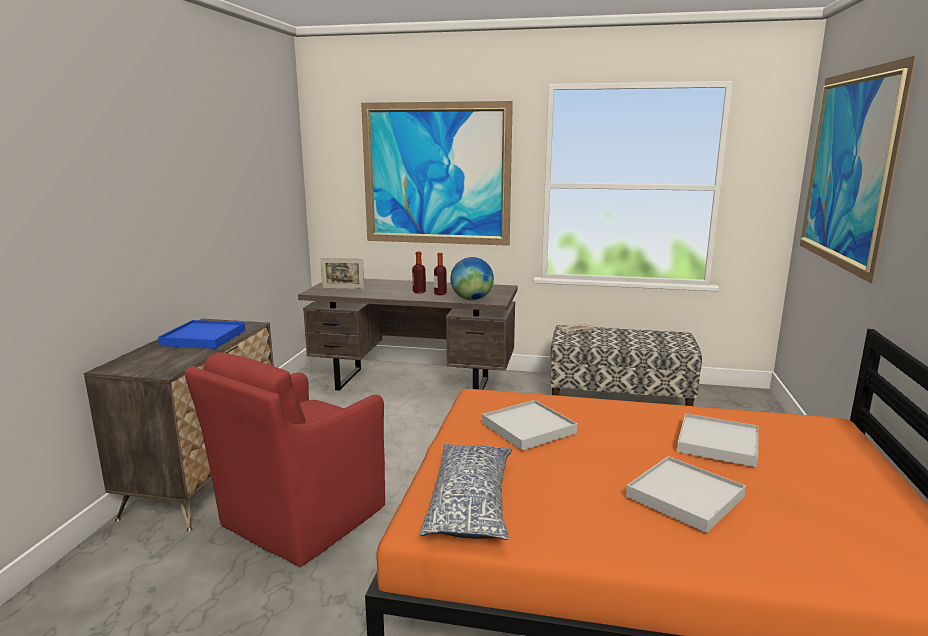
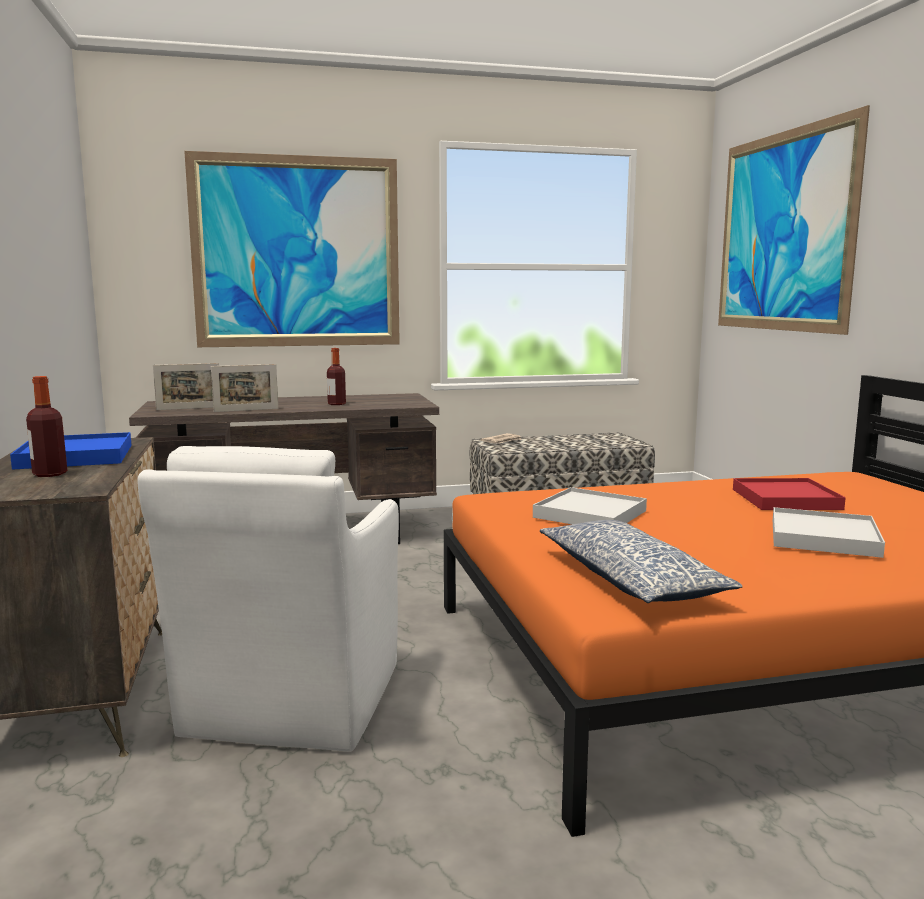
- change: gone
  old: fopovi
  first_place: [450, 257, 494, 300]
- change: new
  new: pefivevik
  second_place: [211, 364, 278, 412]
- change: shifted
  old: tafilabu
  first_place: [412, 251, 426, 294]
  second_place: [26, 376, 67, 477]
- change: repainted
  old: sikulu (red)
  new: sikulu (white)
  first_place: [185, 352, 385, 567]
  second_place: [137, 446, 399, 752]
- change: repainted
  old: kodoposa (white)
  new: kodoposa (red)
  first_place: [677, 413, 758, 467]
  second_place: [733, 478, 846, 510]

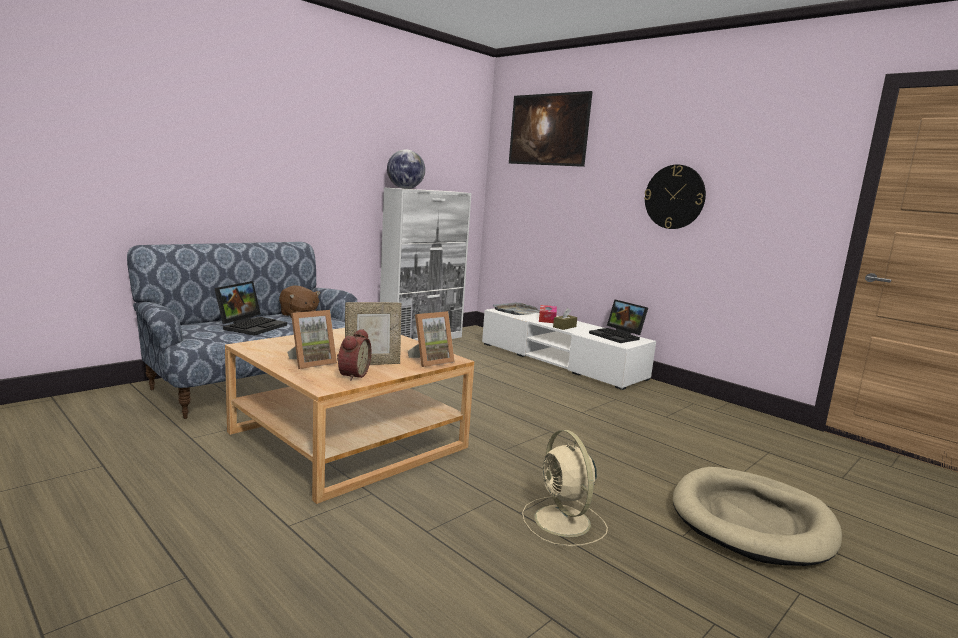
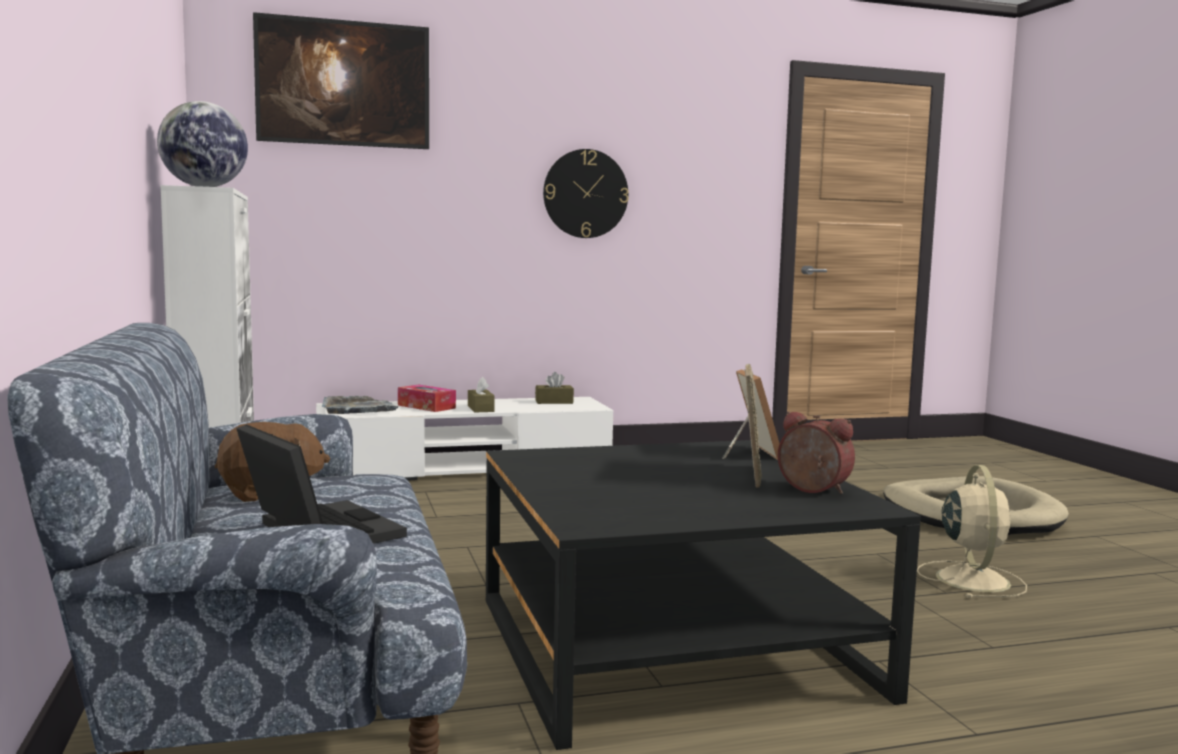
- change: gone
  old: pefivevik
  first_place: [287, 310, 337, 369]
- change: swapped
  old: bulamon
  new: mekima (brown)
  first_place: [589, 299, 648, 343]
  second_place: [535, 372, 574, 404]
- change: repainted
  old: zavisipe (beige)
  new: zavisipe (black)
  first_place: [225, 328, 474, 504]
  second_place: [486, 440, 921, 750]
- change: rotated
  old: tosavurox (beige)
  first_place: [522, 430, 608, 546]
  second_place: [917, 465, 1027, 598]
  degrees: -90

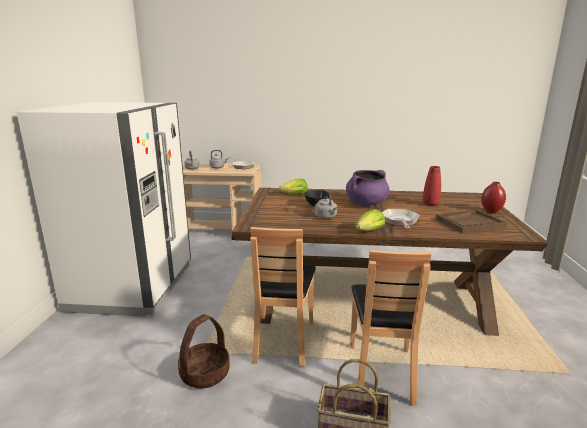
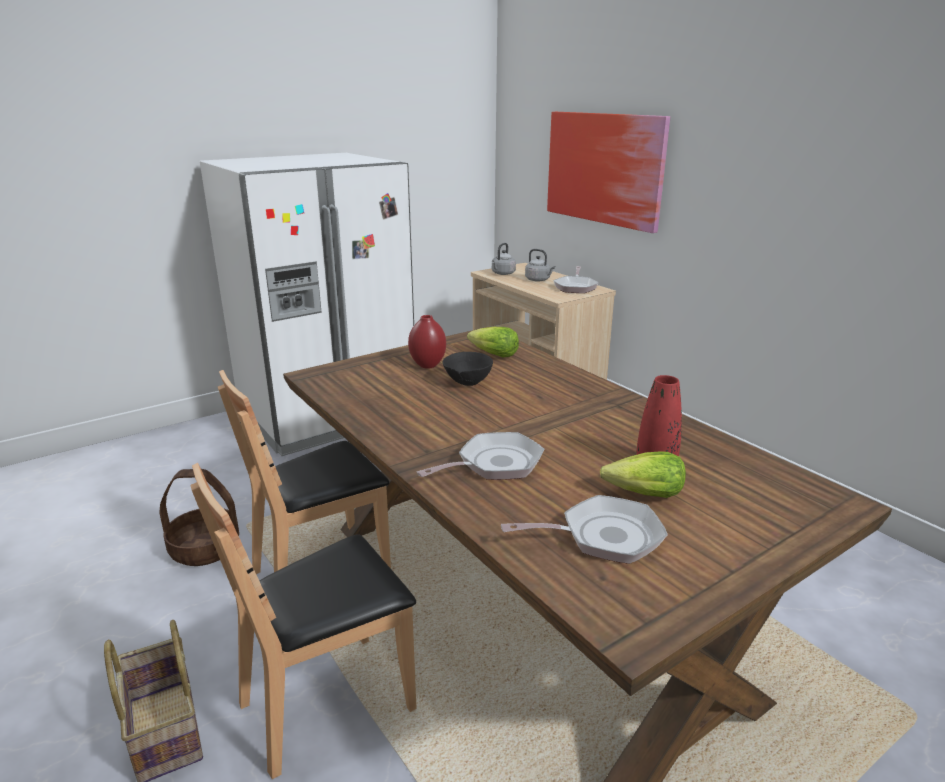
- change: gone
  old: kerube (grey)
  first_place: [315, 190, 337, 219]
- change: gone
  old: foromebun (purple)
  first_place: [346, 170, 390, 206]
- change: new
  new: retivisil
  second_place: [547, 112, 670, 233]
- change: shifted
  old: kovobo
  first_place: [356, 209, 385, 231]
  second_place: [600, 451, 686, 498]
- change: shifted
  old: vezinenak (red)
  first_place: [481, 182, 506, 213]
  second_place: [408, 315, 446, 369]
- change: swapped
  old: kodoposa (brown)
  new: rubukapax
  first_place: [435, 210, 507, 233]
  second_place: [501, 495, 668, 564]

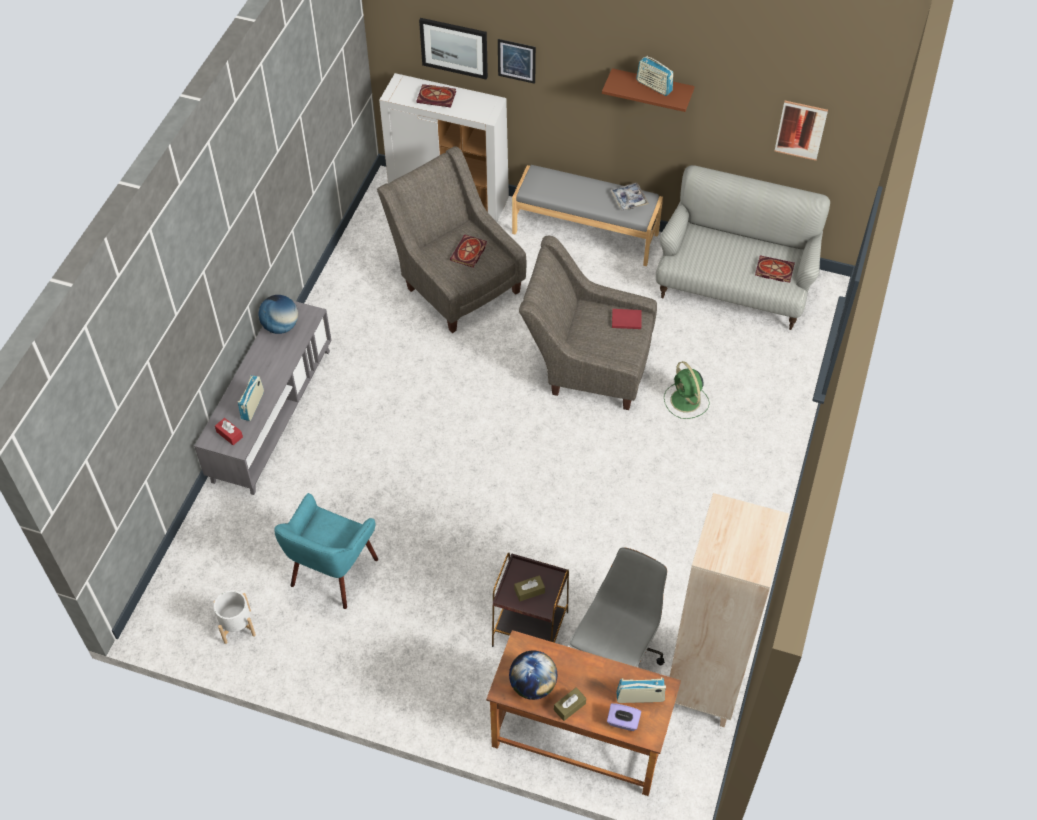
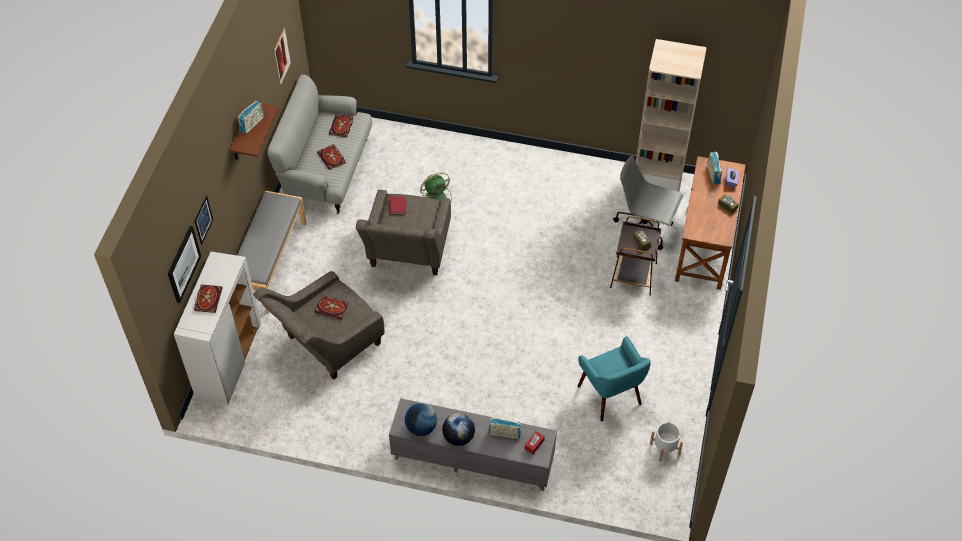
- change: gone
  old: kodoposa
  first_place: [610, 183, 649, 211]
- change: new
  new: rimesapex
  second_place: [317, 144, 346, 170]
- change: shifted
  old: fopovi
  first_place: [509, 650, 557, 700]
  second_place: [442, 413, 475, 446]
- change: rotated
  old: sikulu (turquoise)
  first_place: [274, 493, 378, 609]
  second_place: [577, 336, 651, 421]
  degrees: 45

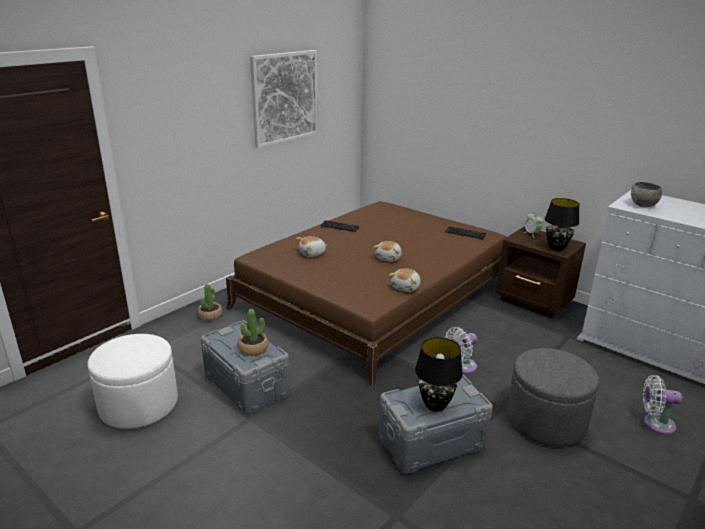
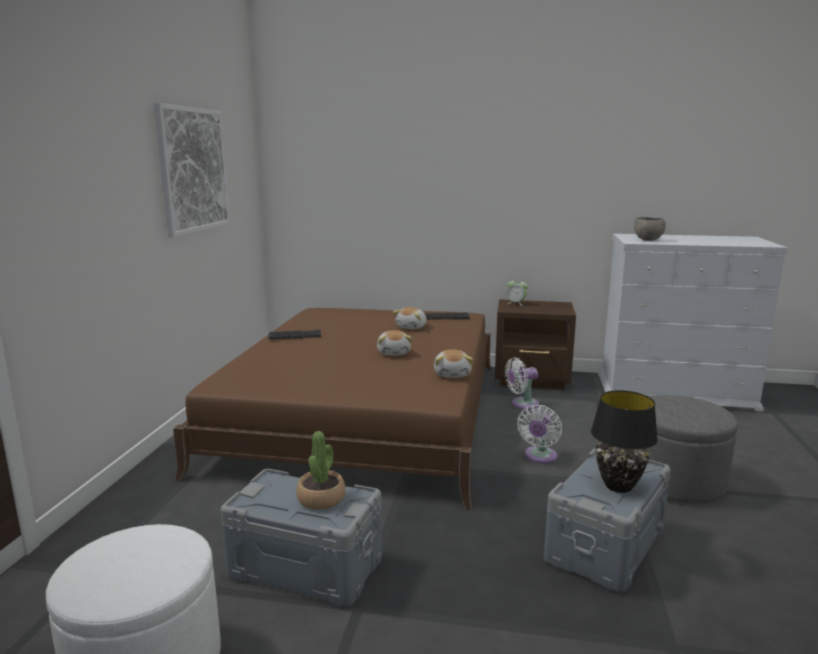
- change: gone
  old: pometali
  first_place: [198, 284, 222, 321]
- change: gone
  old: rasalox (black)
  first_place: [545, 198, 579, 251]
- change: shifted
  old: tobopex
  first_place: [296, 236, 327, 257]
  second_place: [392, 307, 427, 329]
- change: shifted
  old: tosavurox (white)
  first_place: [643, 375, 682, 435]
  second_place: [505, 358, 539, 409]

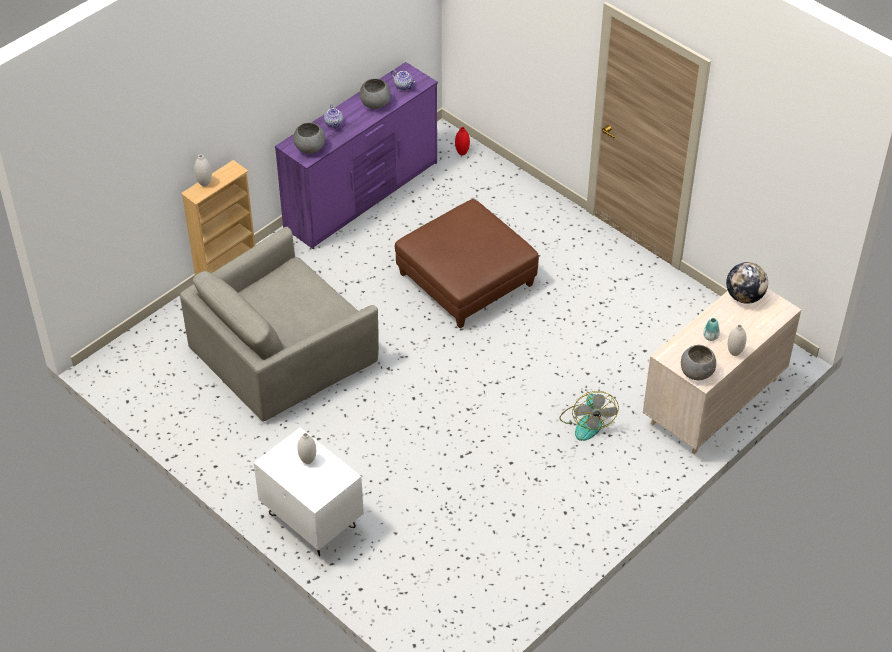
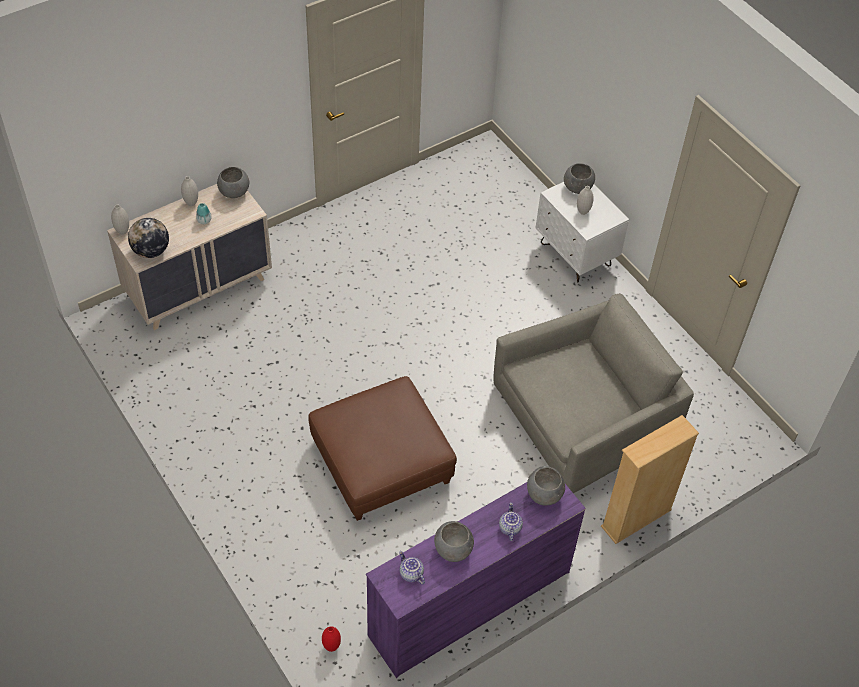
- change: gone
  old: tosavurox
  first_place: [559, 391, 619, 441]
- change: new
  new: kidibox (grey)
  second_place: [564, 163, 595, 194]
- change: shifted
  old: vezinenak (white)
  first_place: [194, 155, 212, 187]
  second_place: [111, 205, 129, 235]

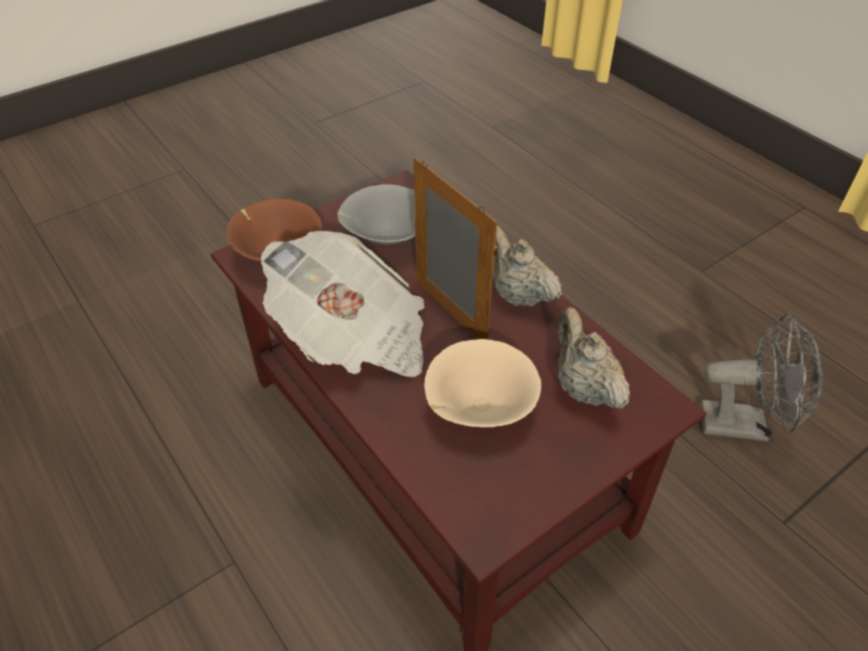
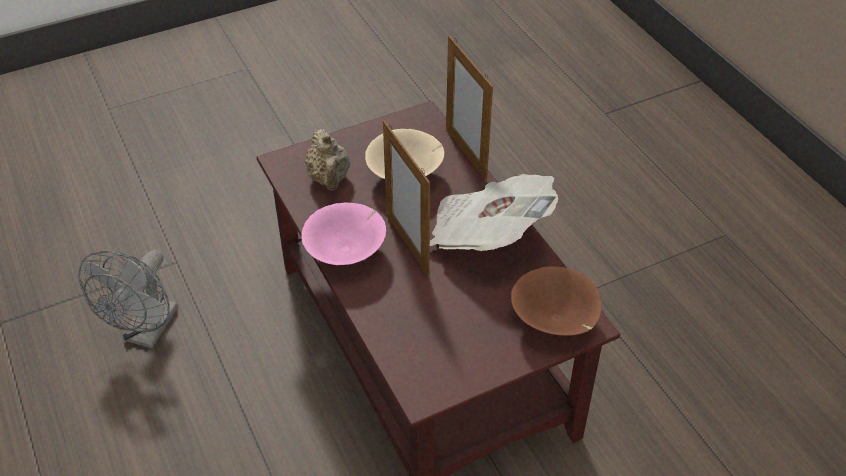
- change: gone
  old: kidibox (grey)
  first_place: [338, 184, 415, 245]
- change: new
  new: pefivevik
  second_place: [446, 35, 493, 181]
- change: swapped
  old: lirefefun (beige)
  new: kidibox (pink)
  first_place: [493, 225, 562, 306]
  second_place: [301, 202, 386, 265]
- change: rotated
  old: tosavurox (grey)
  first_place: [700, 313, 823, 442]
  second_place: [78, 250, 178, 348]
  degrees: -90

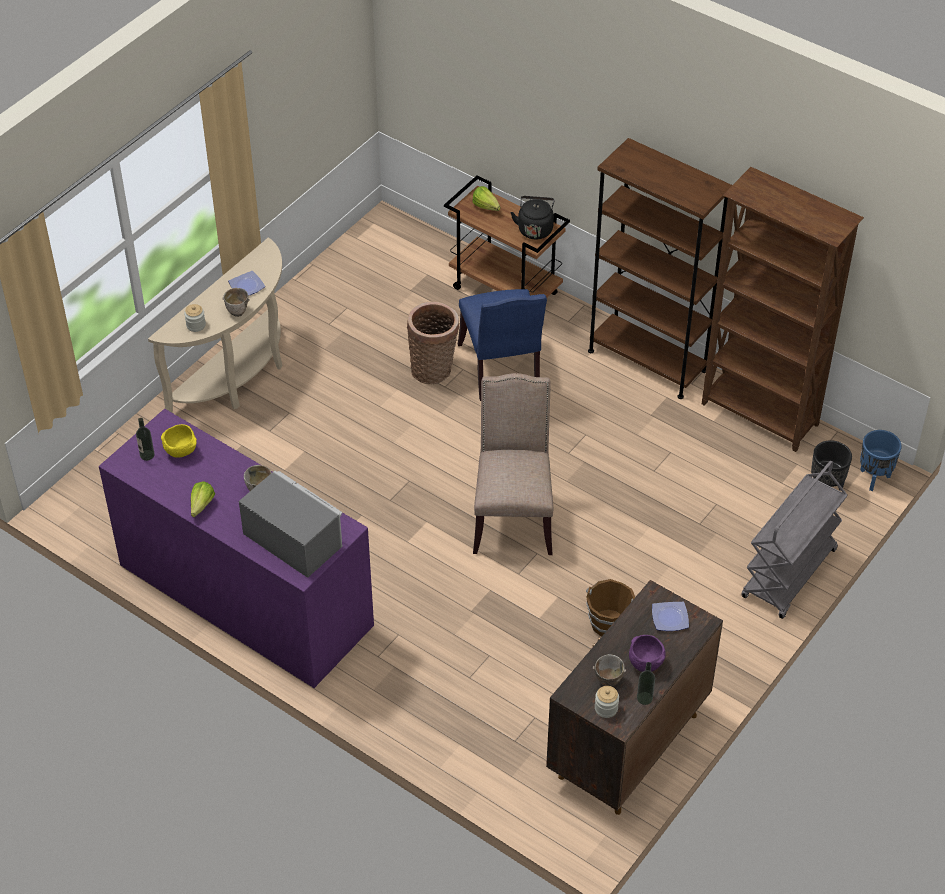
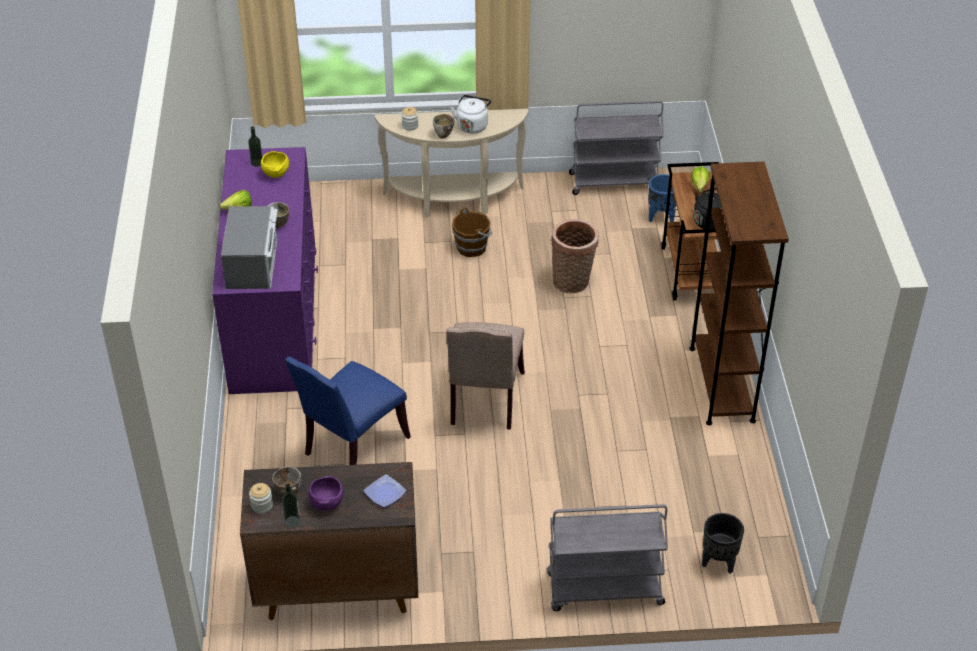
- change: gone
  old: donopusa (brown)
  first_place: [702, 167, 864, 452]
- change: new
  new: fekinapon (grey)
  second_place: [569, 101, 664, 195]
- change: shifted
  old: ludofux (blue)
  first_place: [458, 289, 547, 401]
  second_place: [285, 357, 411, 465]
- change: shifted
  old: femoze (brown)
  first_place: [586, 579, 636, 636]
  second_place: [452, 208, 492, 257]
- change: shifted
  old: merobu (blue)
  first_place: [860, 430, 902, 491]
  second_place: [648, 174, 676, 222]
- change: swapped
  old: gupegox
  new: kerube (white)
  first_place: [228, 271, 265, 296]
  second_place: [450, 95, 491, 134]
- change: rotated
  old: ludofux (beige)
  first_place: [473, 373, 553, 555]
  second_place: [446, 322, 525, 430]
  degrees: 135

